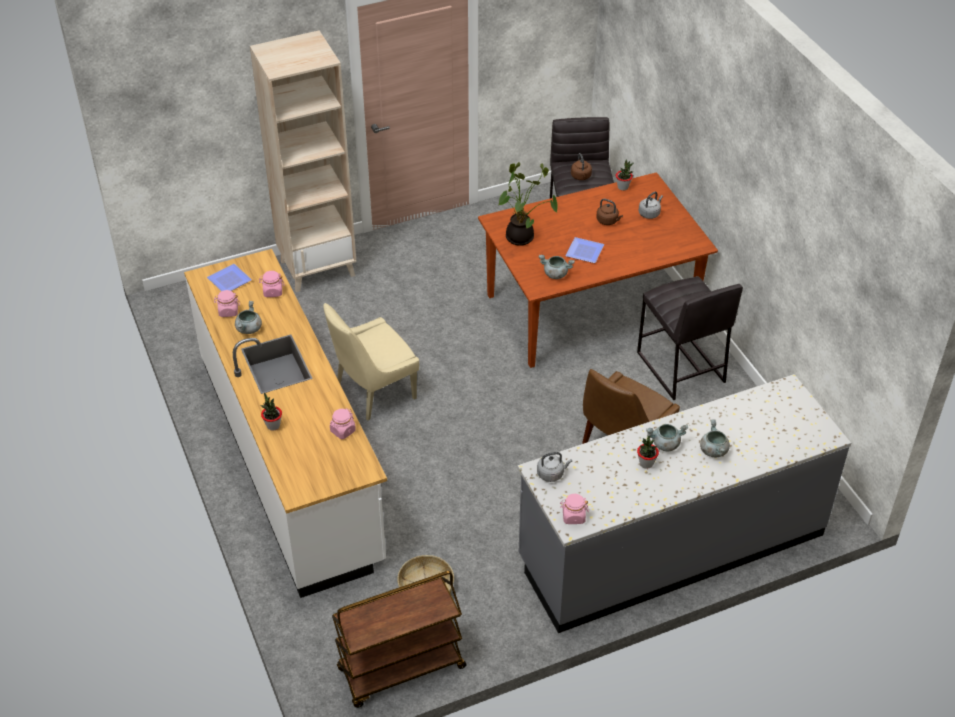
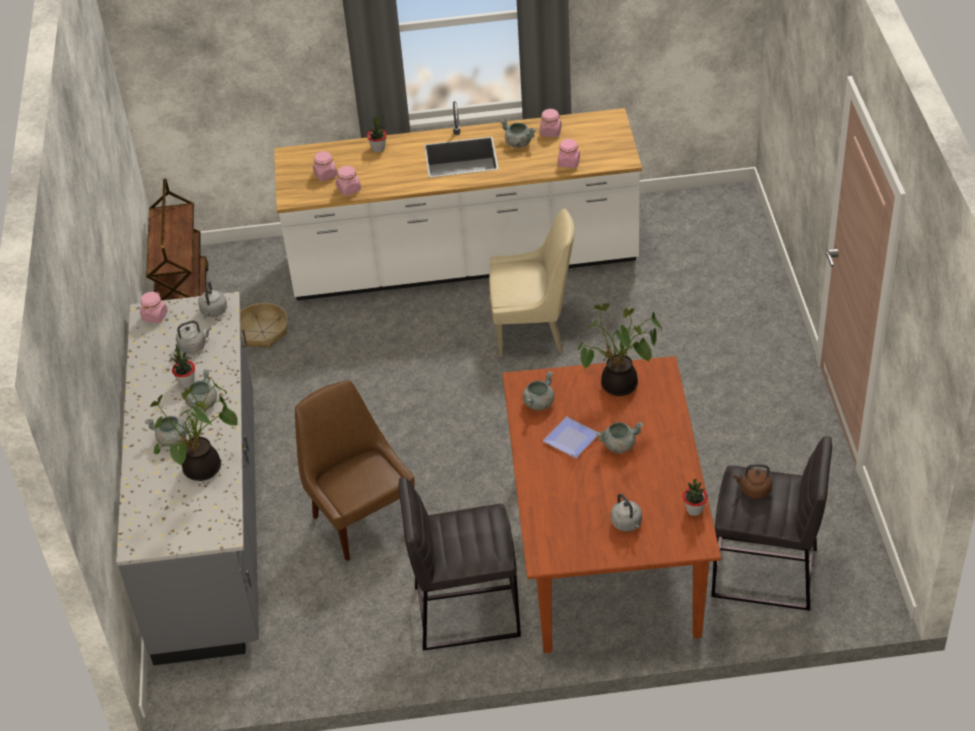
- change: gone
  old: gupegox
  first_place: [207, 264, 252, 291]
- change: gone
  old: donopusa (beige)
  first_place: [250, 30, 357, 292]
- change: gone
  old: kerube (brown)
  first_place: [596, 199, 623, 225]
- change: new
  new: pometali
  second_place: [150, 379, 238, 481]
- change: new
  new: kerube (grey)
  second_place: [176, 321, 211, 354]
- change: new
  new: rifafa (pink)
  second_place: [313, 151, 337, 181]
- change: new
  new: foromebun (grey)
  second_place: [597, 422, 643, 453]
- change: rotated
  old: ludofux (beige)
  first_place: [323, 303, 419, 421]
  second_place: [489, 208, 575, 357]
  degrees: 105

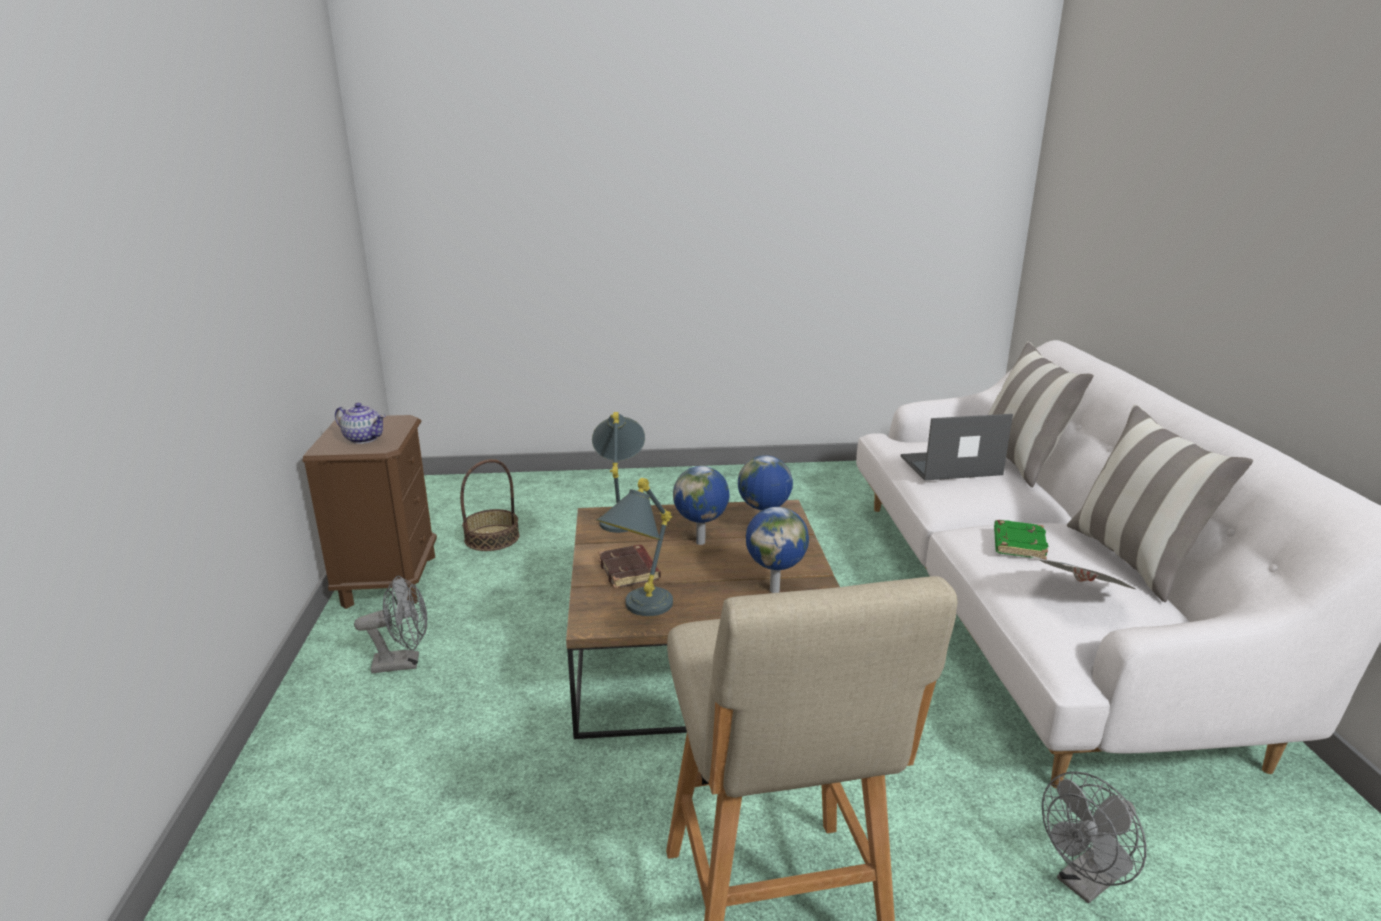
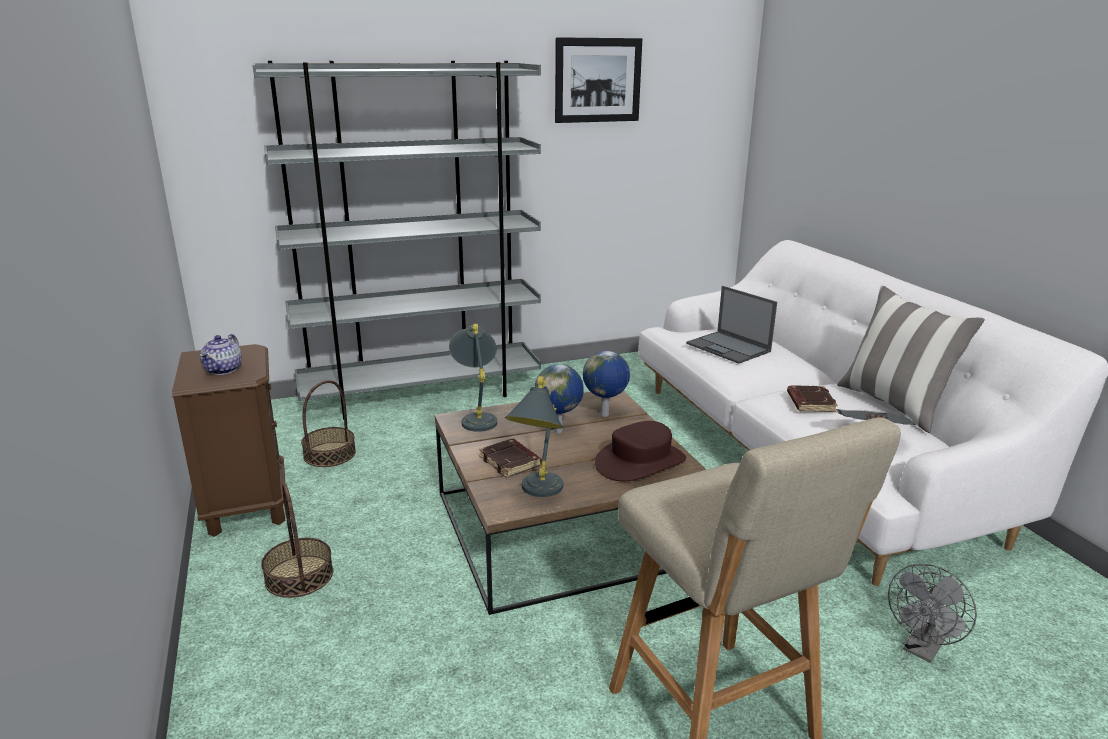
- change: gone
  old: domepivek
  first_place: [988, 342, 1094, 487]
- change: new
  new: donopusa (grey)
  second_place: [253, 61, 541, 420]
- change: new
  new: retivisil
  second_place: [555, 37, 642, 123]
- change: swapped
  old: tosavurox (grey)
  new: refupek
  first_place: [354, 576, 428, 673]
  second_place: [261, 483, 333, 598]
- change: swapped
  old: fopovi
  new: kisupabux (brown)
  first_place: [746, 507, 809, 593]
  second_place: [595, 421, 686, 482]
- change: repainted
  old: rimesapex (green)
  new: rimesapex (brown)
  first_place: [994, 520, 1048, 560]
  second_place: [787, 385, 838, 412]
- change: rotated
  old: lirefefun
  first_place: [335, 403, 385, 444]
  second_place: [200, 334, 242, 375]
  degrees: 90
- change: rotated
  old: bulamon
  first_place: [901, 414, 1013, 480]
  second_place: [686, 286, 777, 364]
  degrees: -105

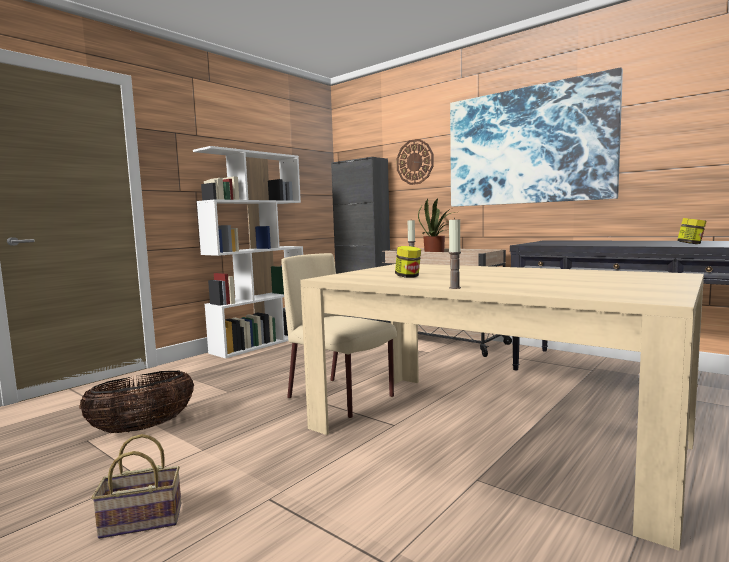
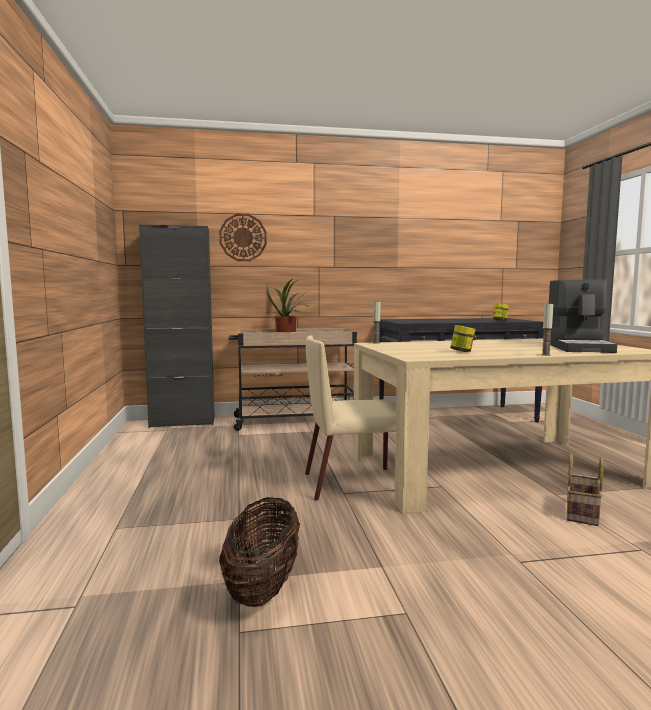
- change: gone
  old: donopusa (white)
  first_place: [193, 146, 303, 358]
- change: gone
  old: retivisil
  first_place: [450, 67, 623, 207]
- change: new
  new: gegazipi
  second_place: [549, 280, 617, 353]
- change: shifted
  old: refupek
  first_place: [92, 434, 181, 539]
  second_place: [567, 454, 604, 526]

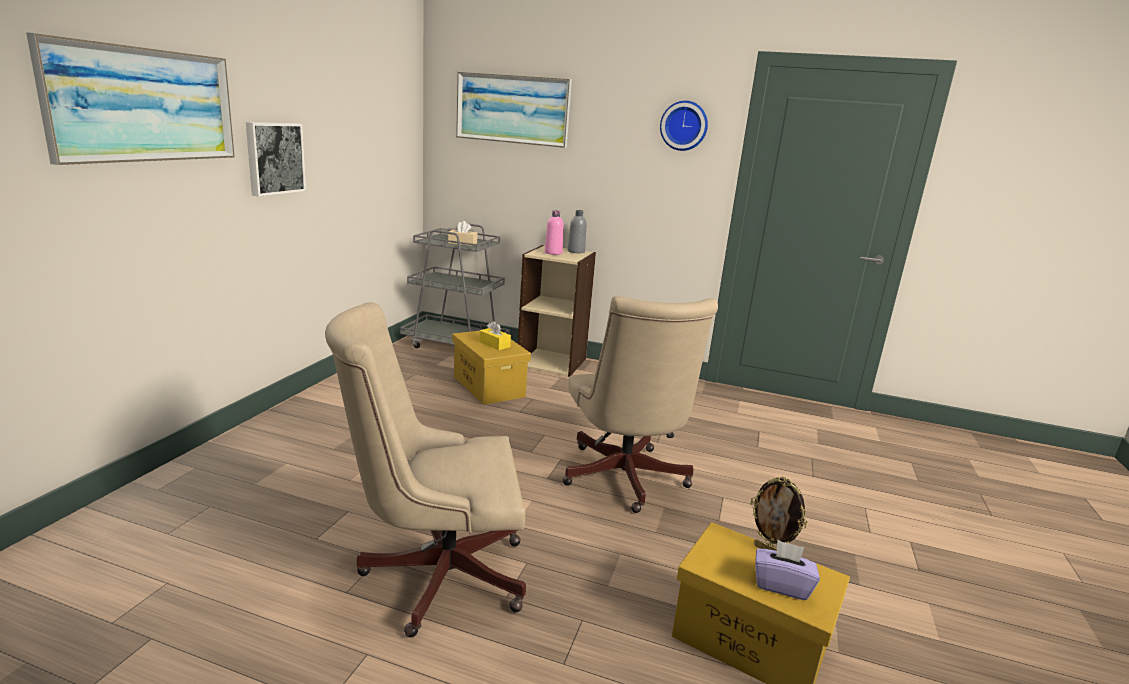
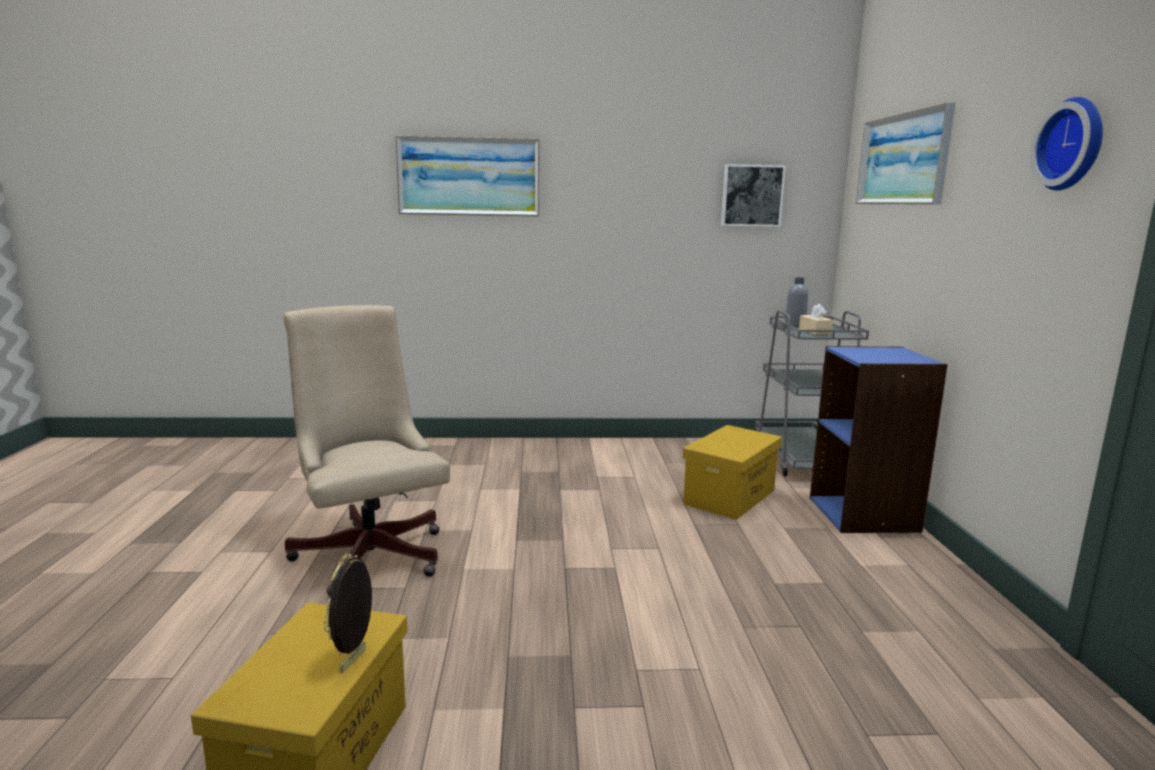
- change: gone
  old: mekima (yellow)
  first_place: [479, 321, 511, 350]
- change: gone
  old: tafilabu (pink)
  first_place: [545, 210, 564, 255]
- change: gone
  old: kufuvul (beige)
  first_place: [562, 296, 718, 513]
- change: gone
  old: mekima (purple)
  first_place: [755, 540, 820, 600]
- change: shifted
  old: retivisil
  first_place: [246, 122, 306, 196]
  second_place: [721, 164, 786, 227]
- change: shifted
  old: tafilabu (grey)
  first_place: [568, 210, 586, 253]
  second_place: [785, 277, 808, 328]
- change: repainted
  old: donopusa (beige)
  new: donopusa (blue)
  first_place: [518, 245, 596, 377]
  second_place: [810, 346, 948, 533]

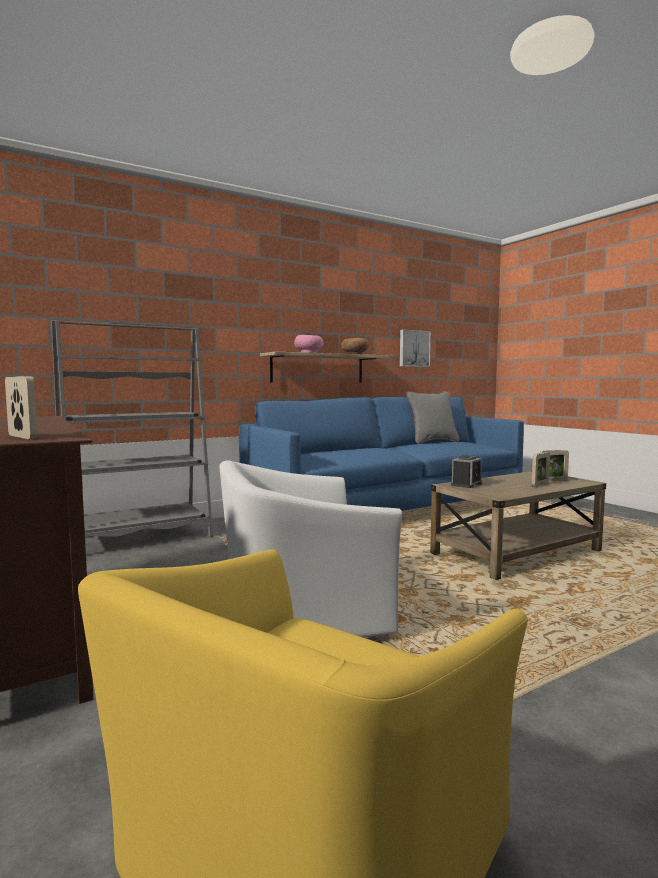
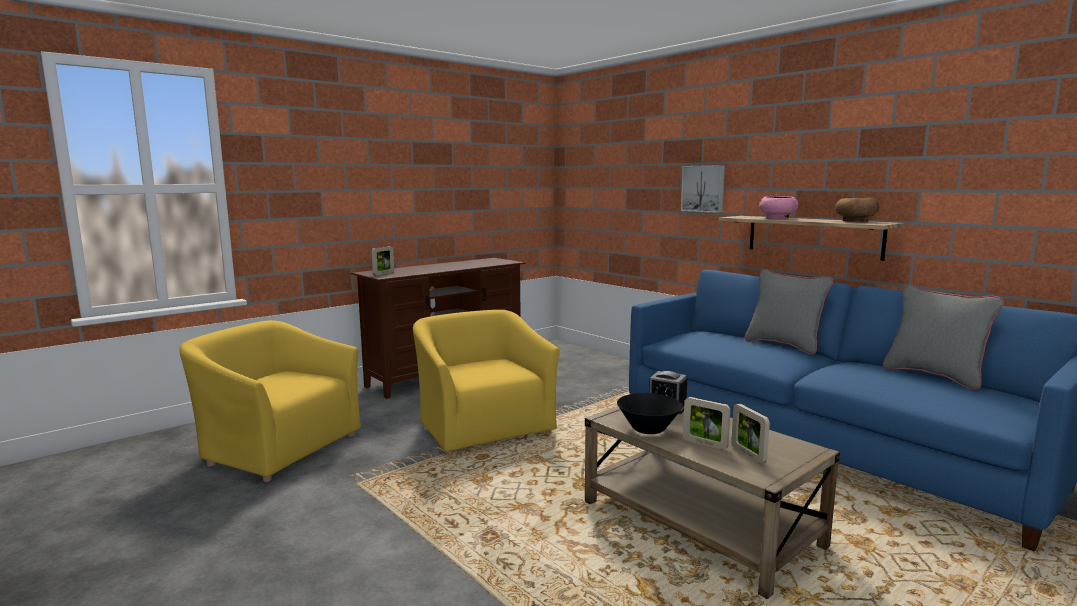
- change: gone
  old: donopusa (grey)
  first_place: [51, 320, 213, 537]
- change: new
  new: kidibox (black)
  second_place: [617, 393, 683, 434]
- change: new
  new: domepivek (grey)
  second_place: [745, 269, 833, 355]
- change: shifted
  old: retivisil
  first_place: [400, 330, 431, 367]
  second_place: [681, 165, 725, 213]
- change: repainted
  old: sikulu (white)
  new: sikulu (yellow)
  first_place: [219, 460, 402, 641]
  second_place: [413, 310, 560, 455]

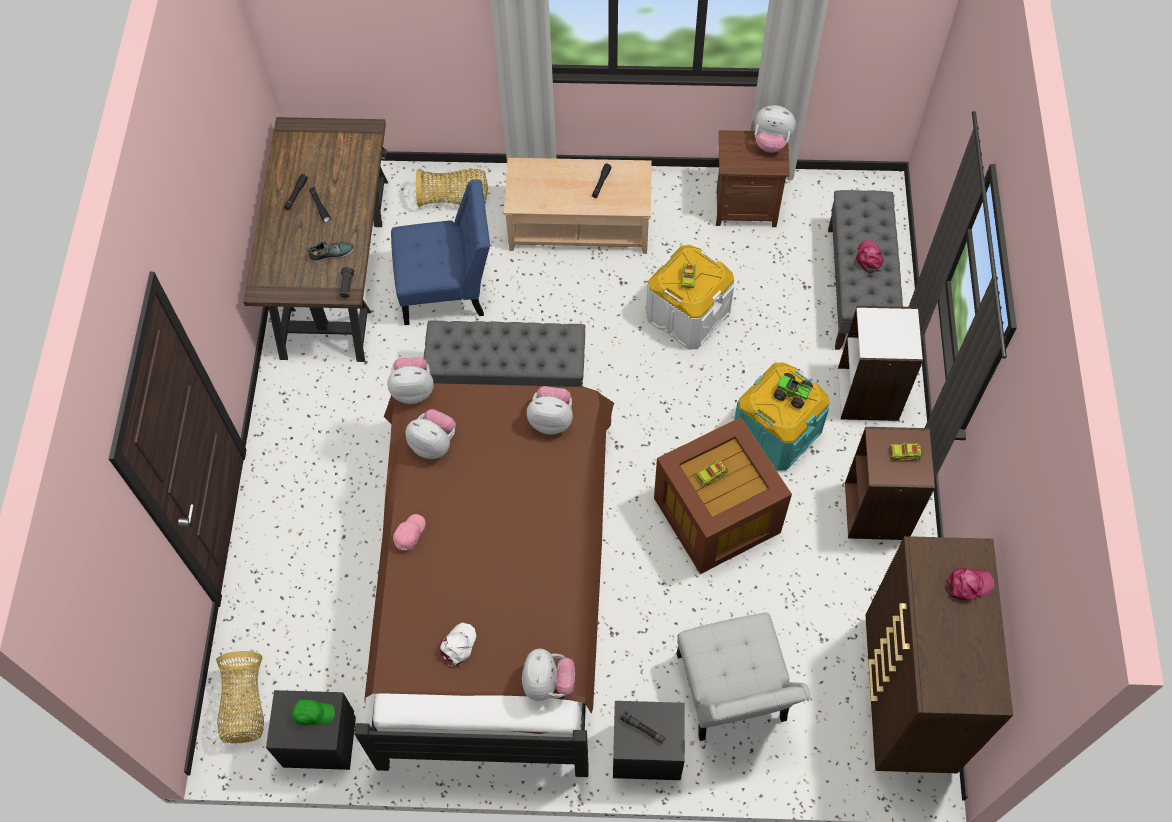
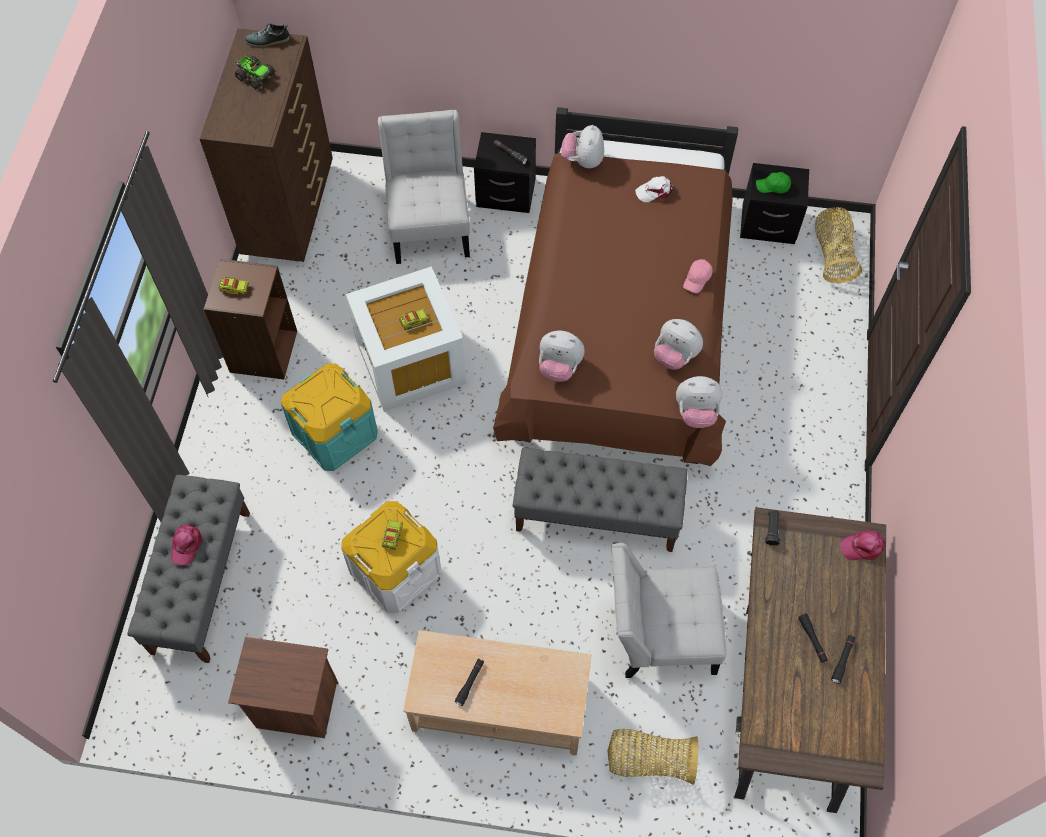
- change: gone
  old: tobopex
  first_place: [755, 105, 796, 153]
- change: gone
  old: donopusa (white)
  first_place: [838, 306, 923, 421]
- change: shifted
  old: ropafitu
  first_place: [307, 241, 354, 263]
  second_place: [244, 23, 290, 47]
- change: shifted
  old: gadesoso
  first_place: [774, 373, 813, 409]
  second_place: [235, 56, 275, 90]
- change: shifted
  old: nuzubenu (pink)
  first_place: [945, 568, 995, 601]
  second_place: [840, 531, 885, 560]
- change: repainted
  old: ludofux (blue)
  new: ludofux (white)
  first_place: [391, 179, 490, 325]
  second_place: [611, 543, 727, 678]
- change: repainted
  old: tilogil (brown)
  new: tilogil (white)
  first_place: [654, 417, 792, 574]
  second_place: [346, 266, 467, 412]
- change: rotated
  old: nuzubenu (white)
  first_place: [440, 623, 476, 667]
  second_place: [635, 176, 673, 202]
  degrees: 45

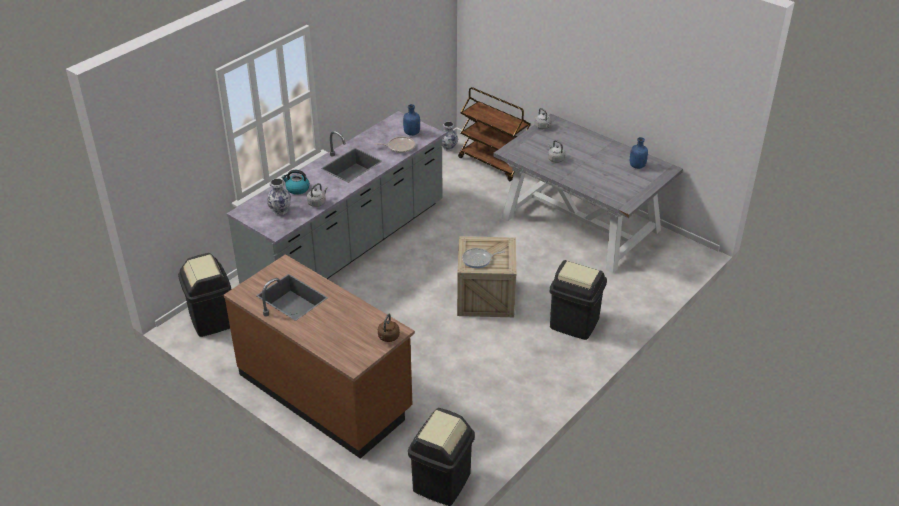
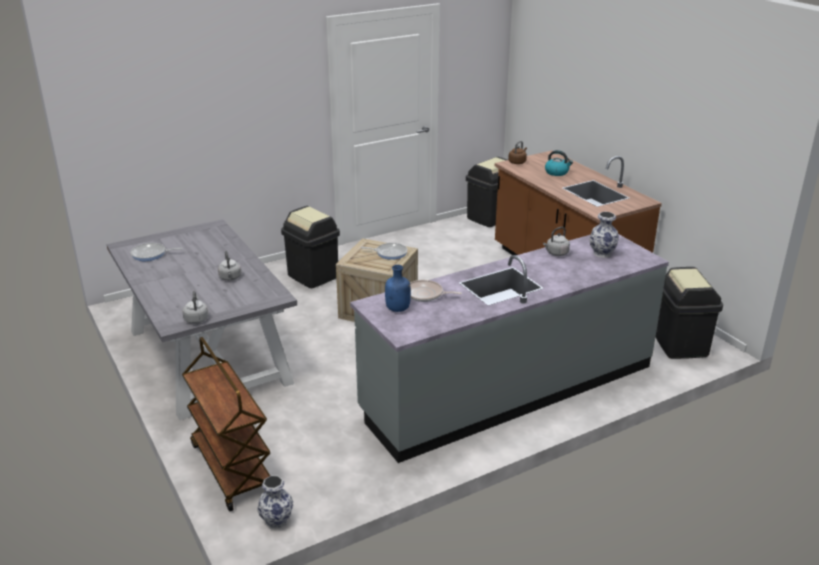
- change: shifted
  old: kerube
  first_place: [281, 170, 310, 195]
  second_place: [545, 150, 573, 176]
- change: swapped
  old: tafilabu (blue)
  new: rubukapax
  first_place: [630, 137, 648, 169]
  second_place: [130, 243, 182, 261]

